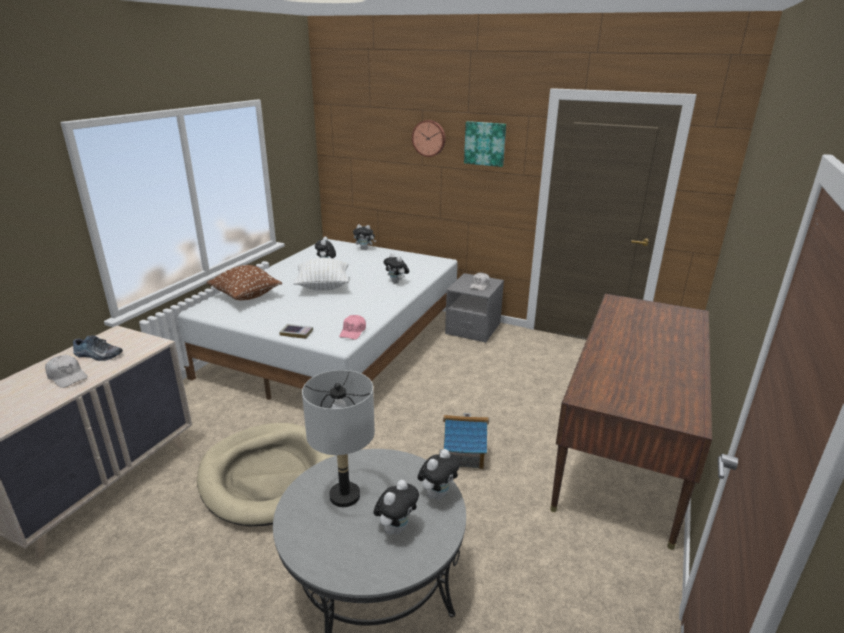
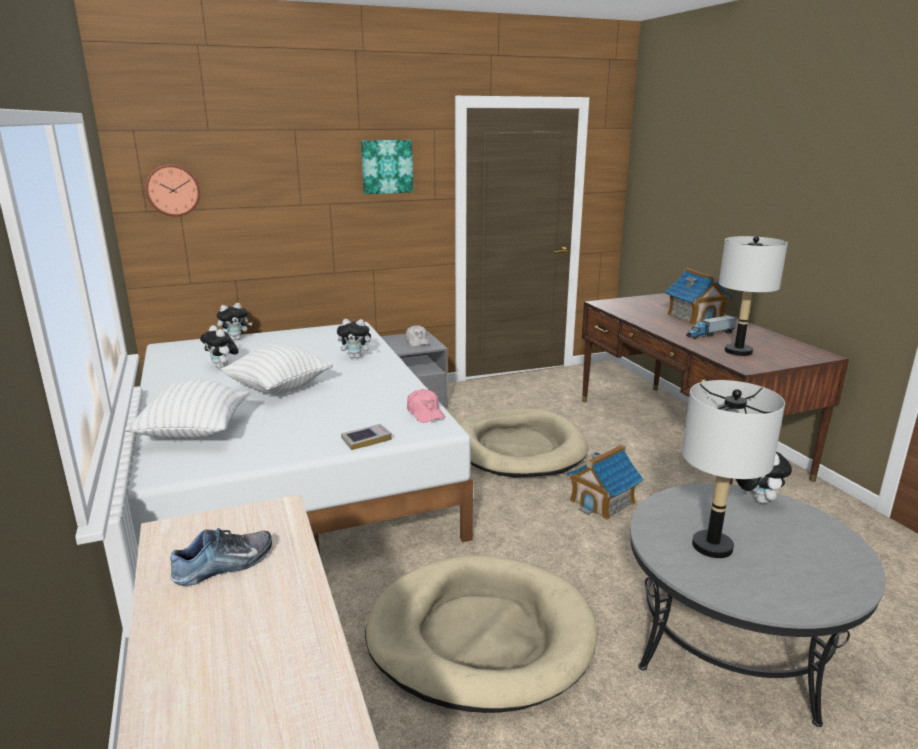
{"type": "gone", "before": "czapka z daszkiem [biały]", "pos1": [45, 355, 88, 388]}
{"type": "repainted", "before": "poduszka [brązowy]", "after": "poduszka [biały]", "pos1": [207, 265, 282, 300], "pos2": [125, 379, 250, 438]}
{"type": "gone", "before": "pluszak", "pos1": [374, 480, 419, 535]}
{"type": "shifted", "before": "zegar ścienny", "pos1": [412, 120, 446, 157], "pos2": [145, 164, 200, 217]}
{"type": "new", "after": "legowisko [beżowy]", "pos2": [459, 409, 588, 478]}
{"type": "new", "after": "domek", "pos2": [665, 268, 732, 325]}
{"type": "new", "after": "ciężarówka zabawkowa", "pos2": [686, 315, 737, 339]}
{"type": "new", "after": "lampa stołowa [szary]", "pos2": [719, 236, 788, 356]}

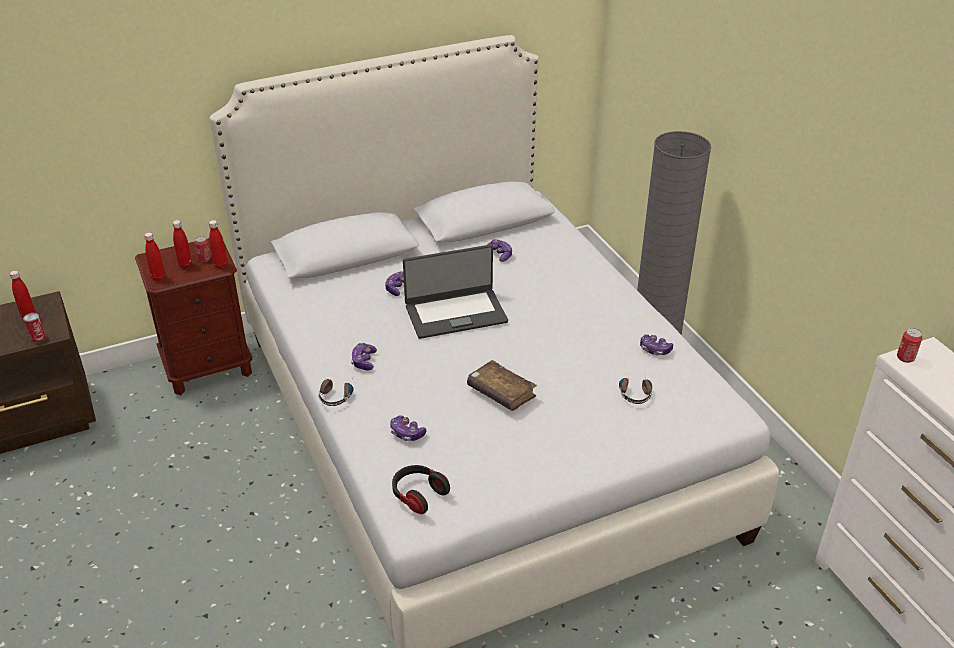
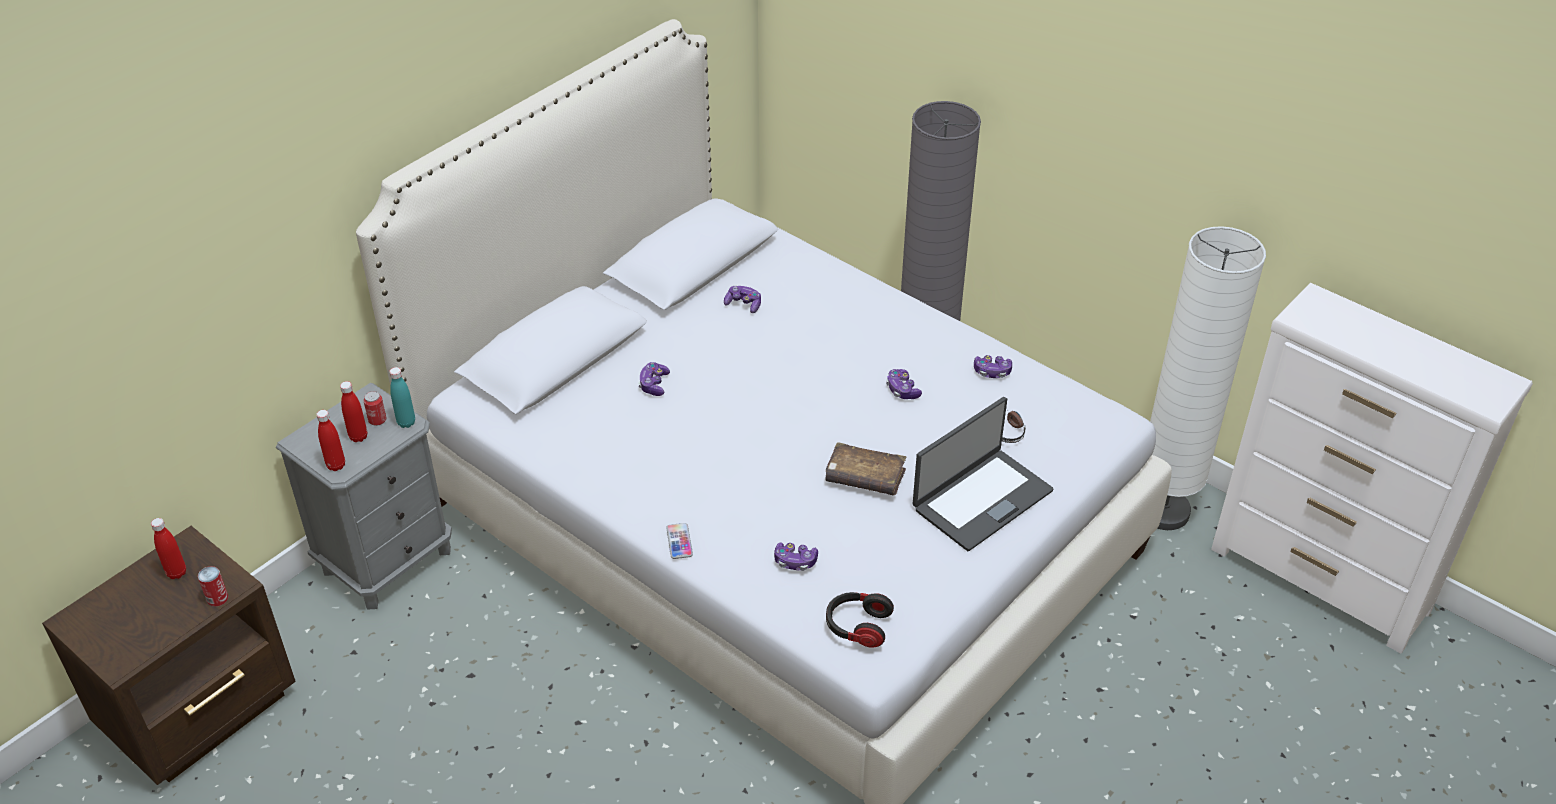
{"type": "repainted", "before": "szafka nocna [brązowy]", "after": "szafka nocna [szary]", "pos1": [135, 238, 253, 395], "pos2": [276, 383, 452, 610]}
{"type": "repainted", "before": "butelka [czerwony]", "after": "butelka [turkusowy]", "pos1": [209, 220, 227, 269], "pos2": [389, 367, 415, 428]}
{"type": "swapped", "before": "słuchawki", "after": "telefon", "pos1": [319, 379, 353, 406], "pos2": [666, 523, 693, 559]}
{"type": "shifted", "before": "pad do gier", "pos1": [351, 343, 377, 370], "pos2": [886, 369, 922, 399]}
{"type": "shifted", "before": "laptop", "pos1": [403, 245, 508, 339], "pos2": [913, 397, 1053, 551]}
{"type": "gone", "before": "puszka", "pos1": [897, 328, 923, 363]}
{"type": "new", "after": "lampa stojąca [biały]", "pos2": [1150, 226, 1266, 530]}

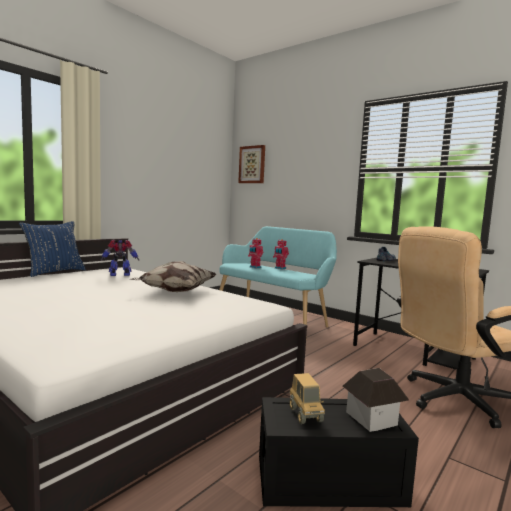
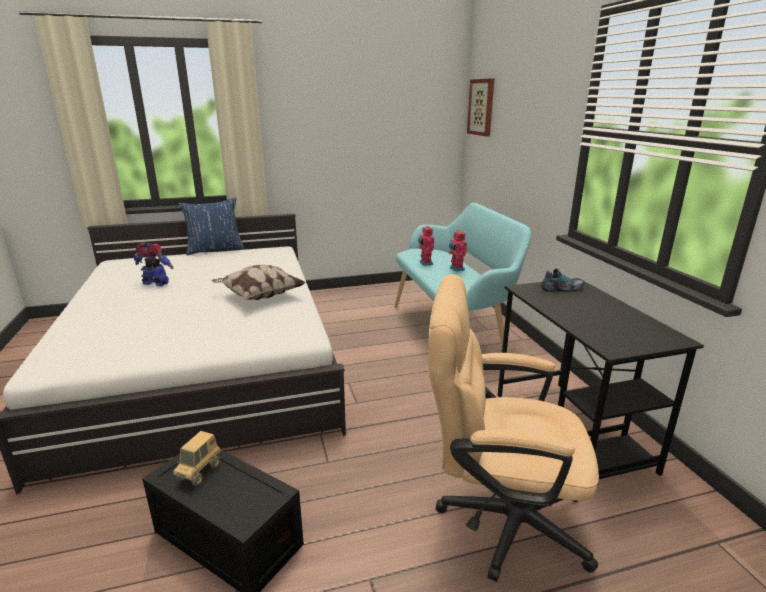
{"type": "shifted", "before": "robot zabawkowy", "pos1": [101, 240, 139, 276], "pos2": [134, 242, 174, 286]}
{"type": "gone", "before": "domek", "pos1": [343, 368, 409, 432]}

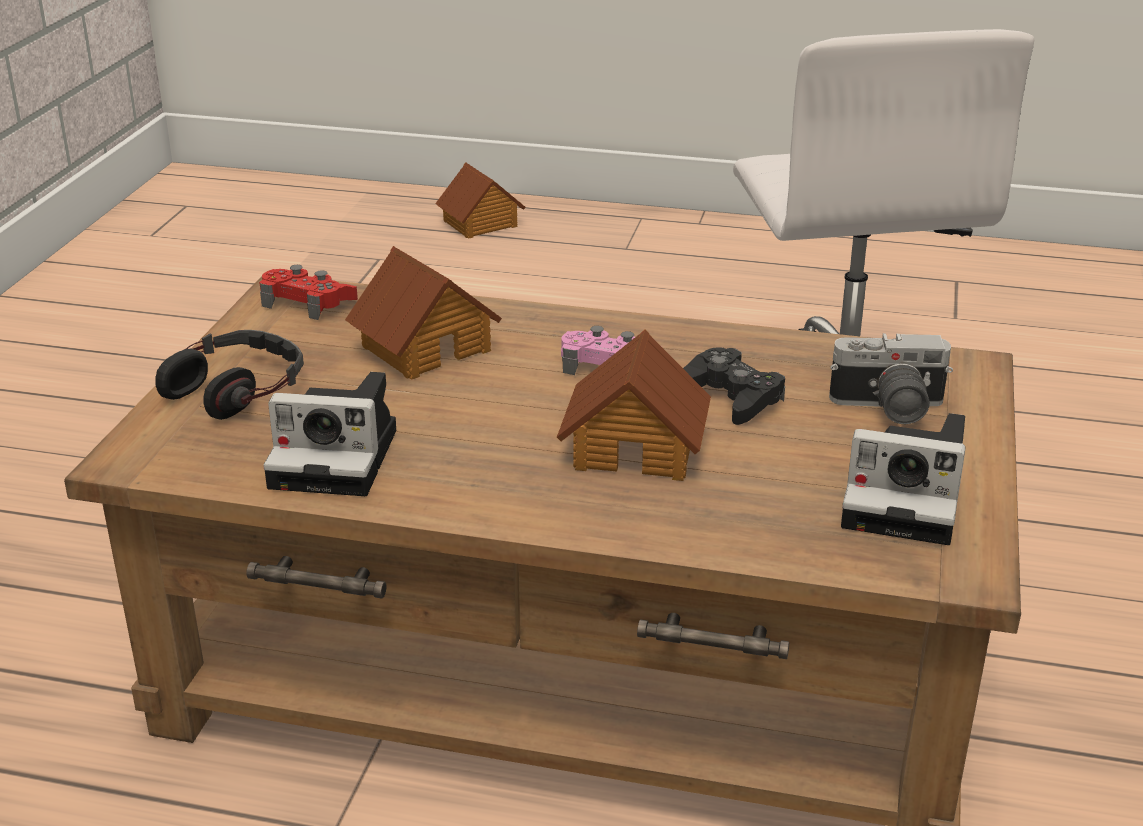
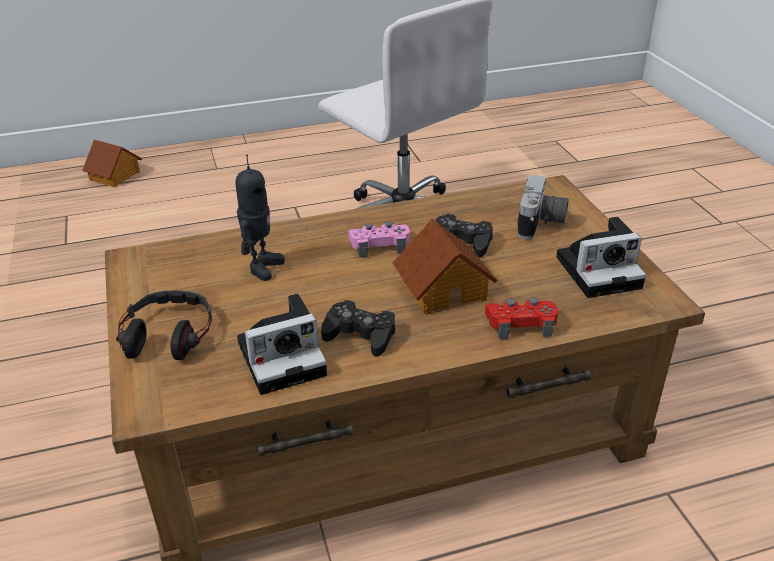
{"type": "shifted", "before": "pad do gier [czerwony]", "pos1": [259, 265, 358, 320], "pos2": [485, 298, 558, 339]}
{"type": "swapped", "before": "domek", "after": "robot zabawkowy", "pos1": [345, 246, 502, 380], "pos2": [235, 155, 285, 281]}
{"type": "rotated", "before": "aparat fotograficzny", "pos1": [829, 333, 953, 424], "pos2": [517, 175, 569, 239], "turn": -45}
{"type": "new", "after": "pad do gier [czarny]", "pos2": [321, 300, 395, 357]}

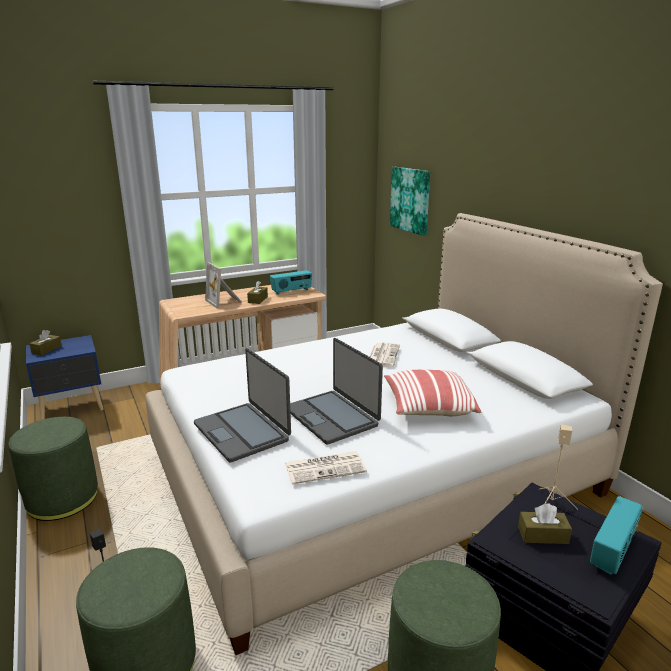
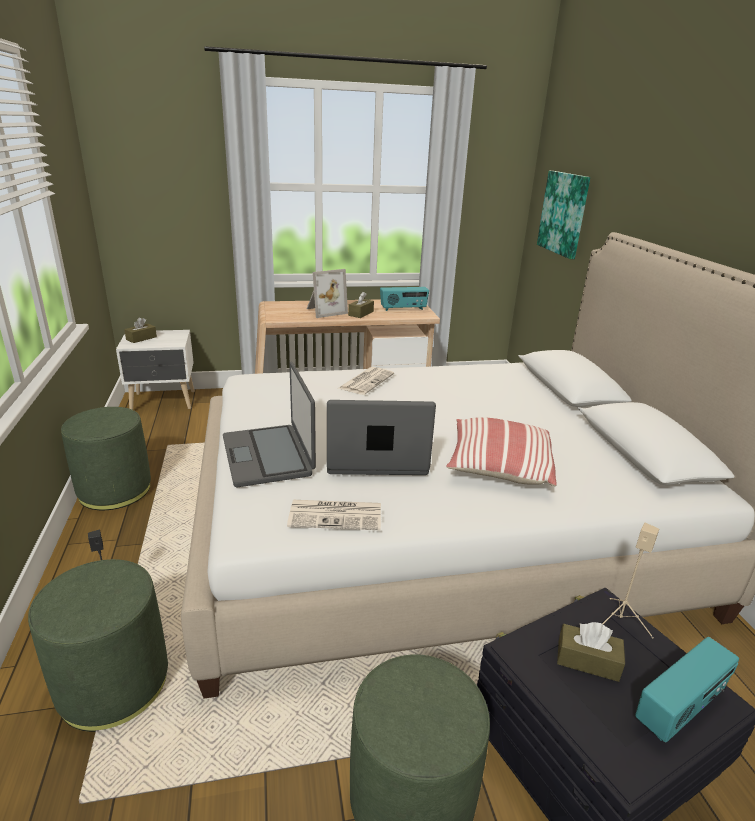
{"type": "repainted", "before": "szafka nocna [niebieski]", "after": "szafka nocna [biały]", "pos1": [26, 335, 104, 420], "pos2": [116, 330, 195, 410]}
{"type": "rotated", "before": "ramka na zdjęcie", "pos1": [205, 262, 242, 308], "pos2": [307, 269, 348, 318], "turn": -105}
{"type": "rotated", "before": "laptop", "pos1": [290, 338, 383, 445], "pos2": [327, 400, 436, 475], "turn": 105}
{"type": "shifted", "before": "gazeta", "pos1": [369, 343, 400, 367], "pos2": [339, 367, 394, 395]}

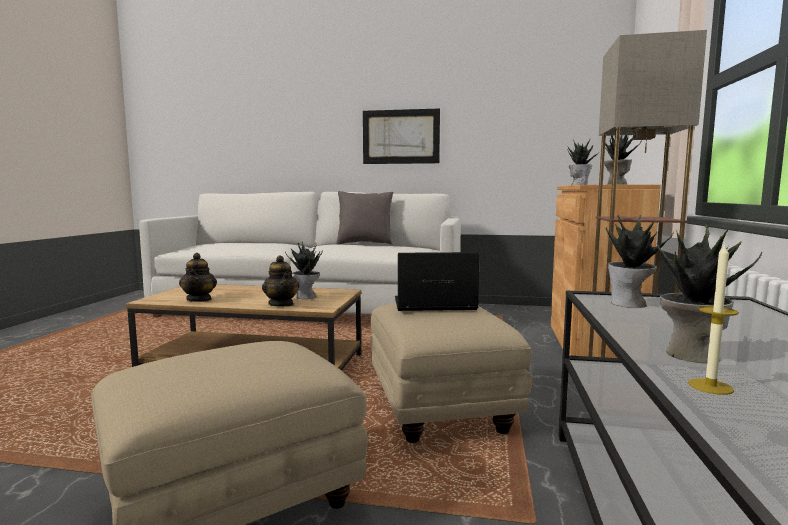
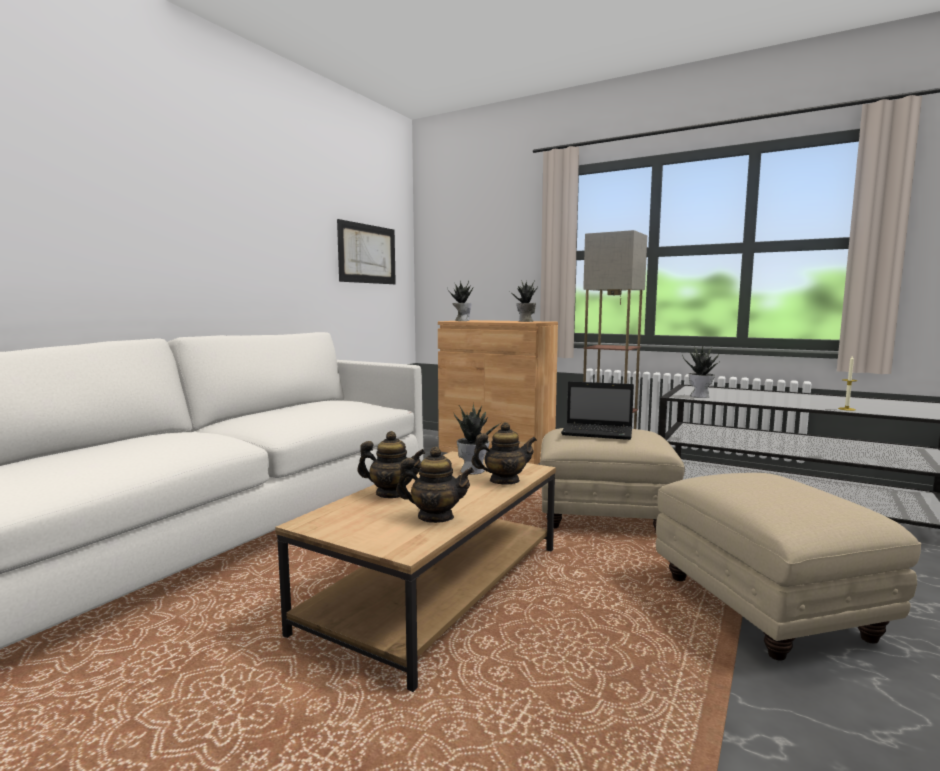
{"type": "gone", "before": "poduszka [szary]", "pos1": [336, 191, 394, 245]}
{"type": "shifted", "before": "obraz", "pos1": [363, 108, 440, 164], "pos2": [337, 219, 396, 284]}
{"type": "rotated", "before": "laptop", "pos1": [395, 252, 480, 311], "pos2": [561, 381, 634, 440], "turn": -90}
{"type": "gone", "before": "roślina doniczkowa", "pos1": [656, 224, 762, 363]}
{"type": "new", "after": "imbryk", "pos2": [357, 431, 425, 498]}

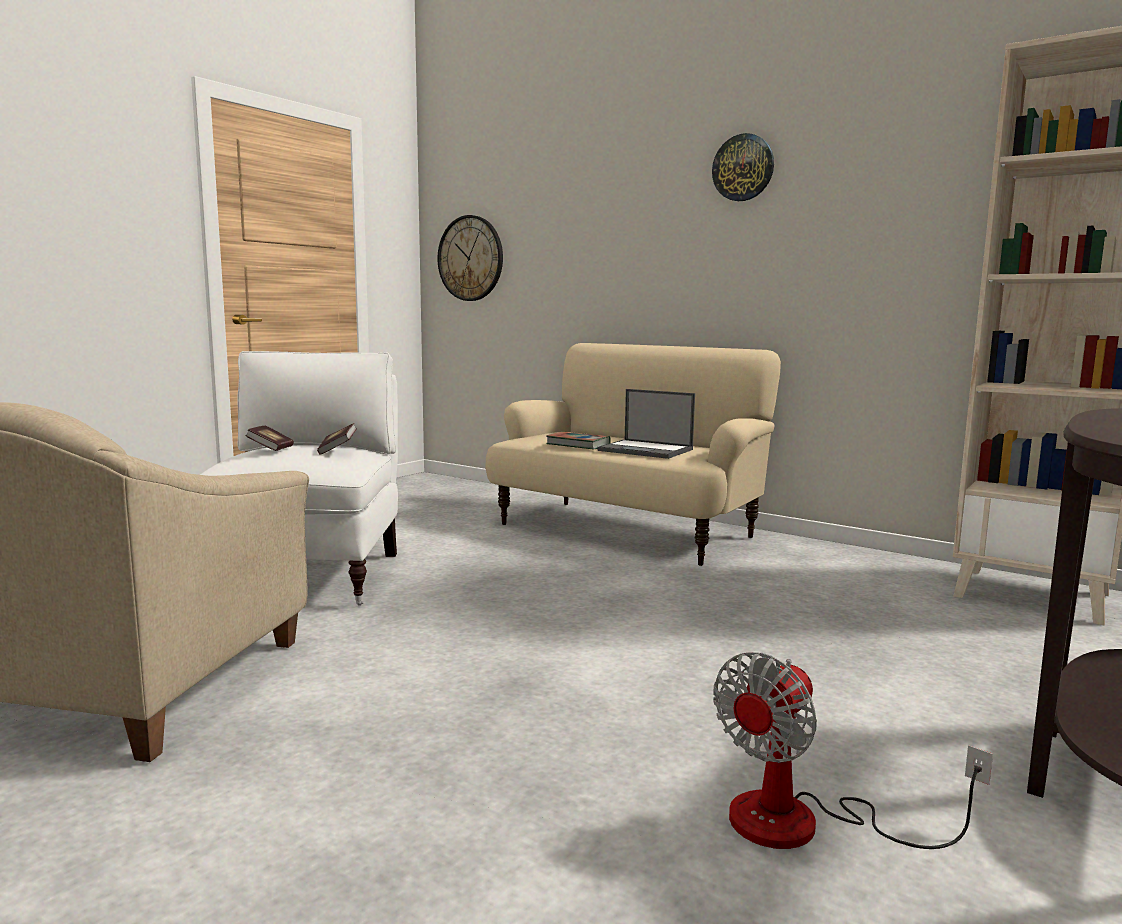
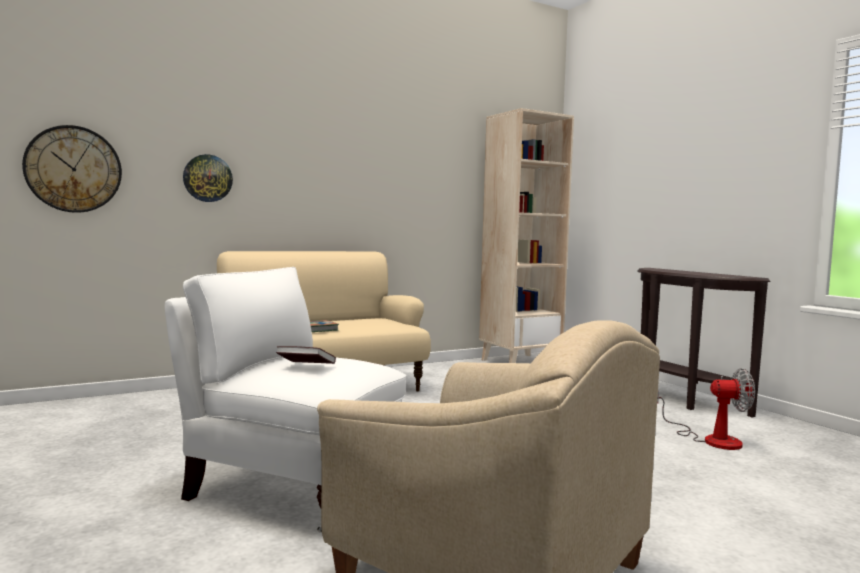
{"type": "gone", "before": "książka", "pos1": [317, 423, 357, 455]}
{"type": "gone", "before": "laptop", "pos1": [597, 389, 695, 459]}
{"type": "shifted", "before": "zegar ścienny", "pos1": [712, 133, 774, 201], "pos2": [183, 154, 233, 202]}
{"type": "rotated", "before": "wentylator", "pos1": [713, 652, 993, 849], "pos2": [657, 368, 755, 450], "turn": -60}

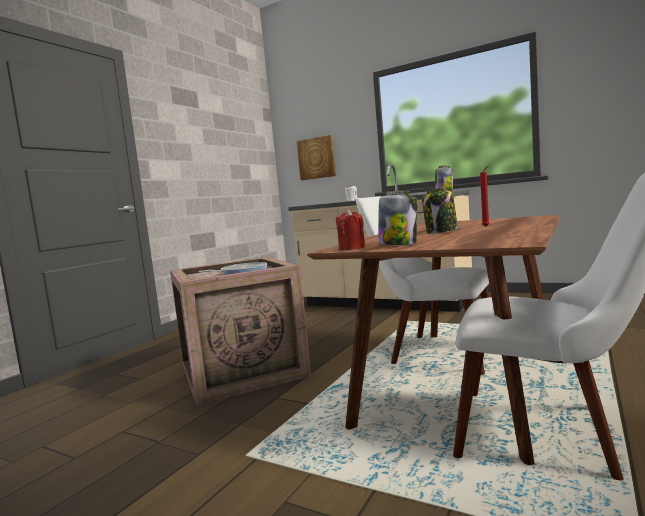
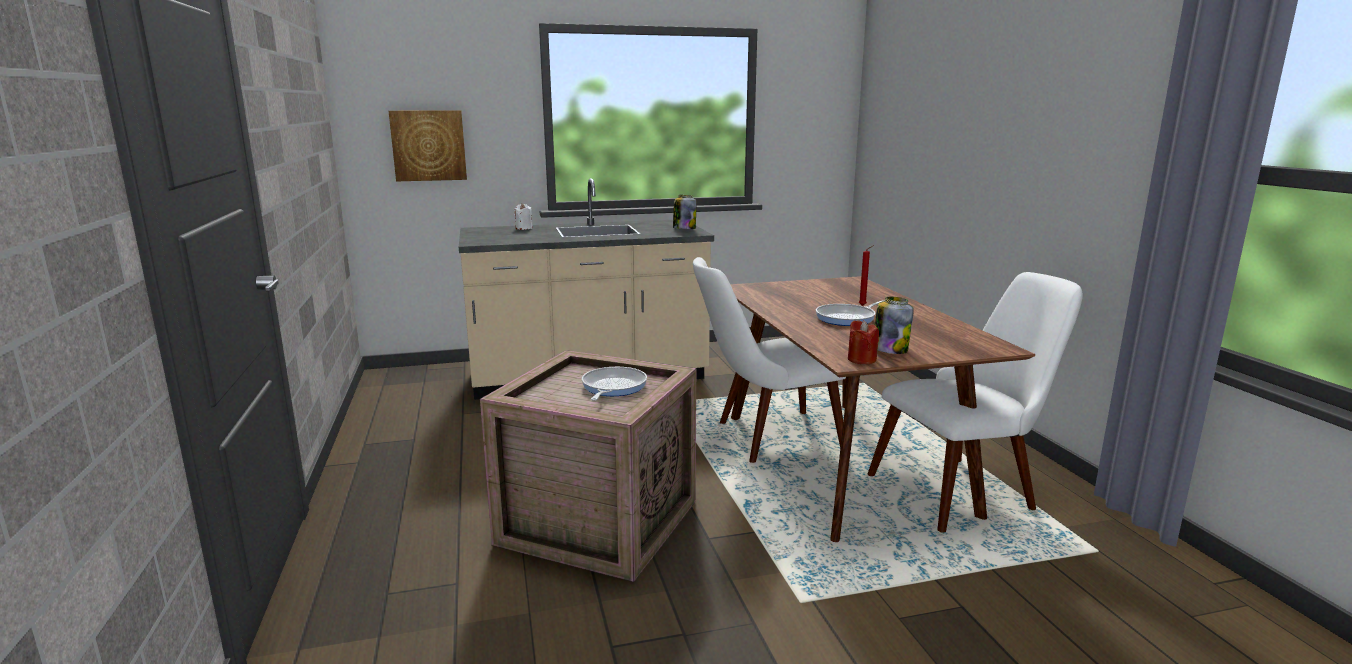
{"type": "swapped", "before": "słoik", "after": "patelnia", "pos1": [422, 187, 458, 234], "pos2": [816, 300, 885, 326]}

